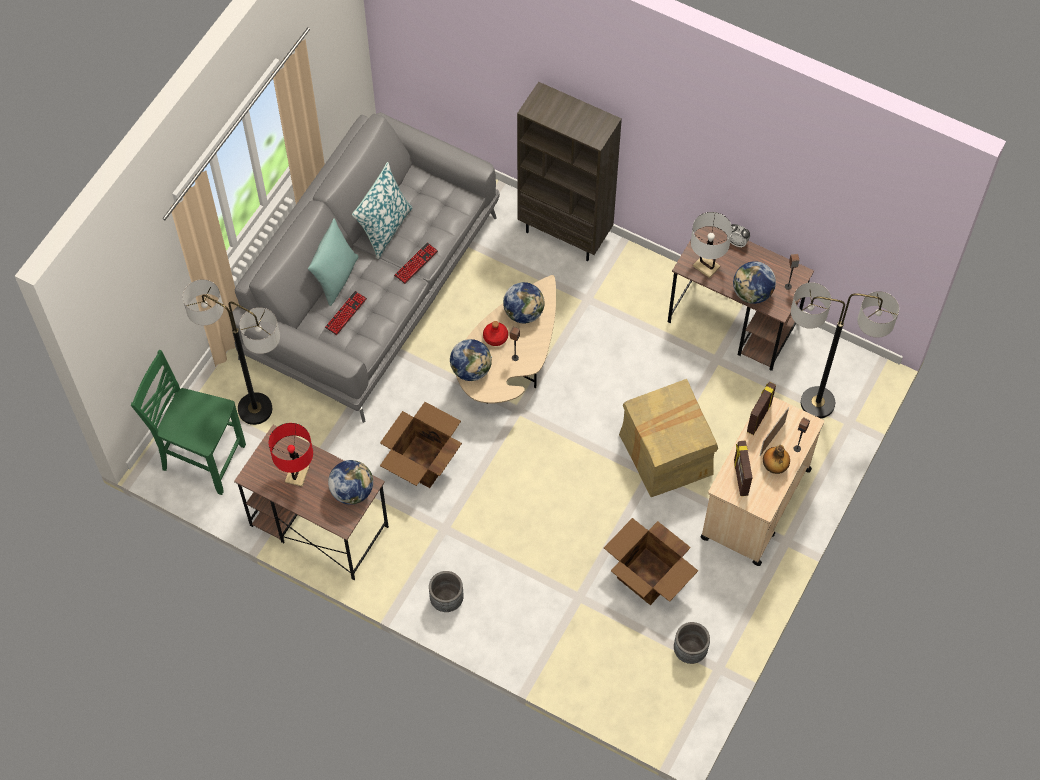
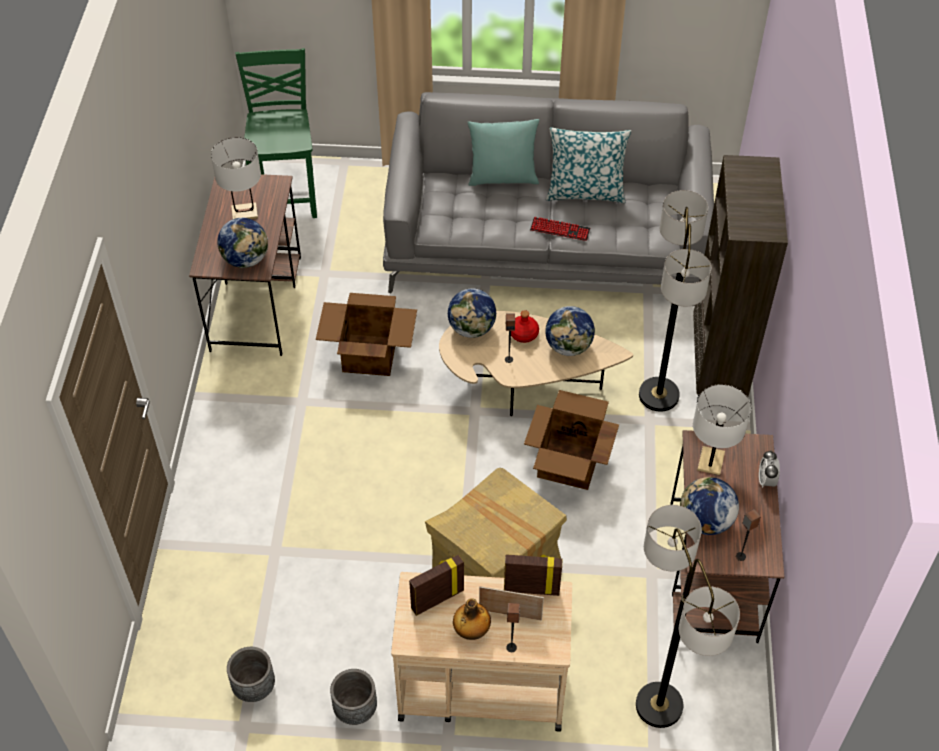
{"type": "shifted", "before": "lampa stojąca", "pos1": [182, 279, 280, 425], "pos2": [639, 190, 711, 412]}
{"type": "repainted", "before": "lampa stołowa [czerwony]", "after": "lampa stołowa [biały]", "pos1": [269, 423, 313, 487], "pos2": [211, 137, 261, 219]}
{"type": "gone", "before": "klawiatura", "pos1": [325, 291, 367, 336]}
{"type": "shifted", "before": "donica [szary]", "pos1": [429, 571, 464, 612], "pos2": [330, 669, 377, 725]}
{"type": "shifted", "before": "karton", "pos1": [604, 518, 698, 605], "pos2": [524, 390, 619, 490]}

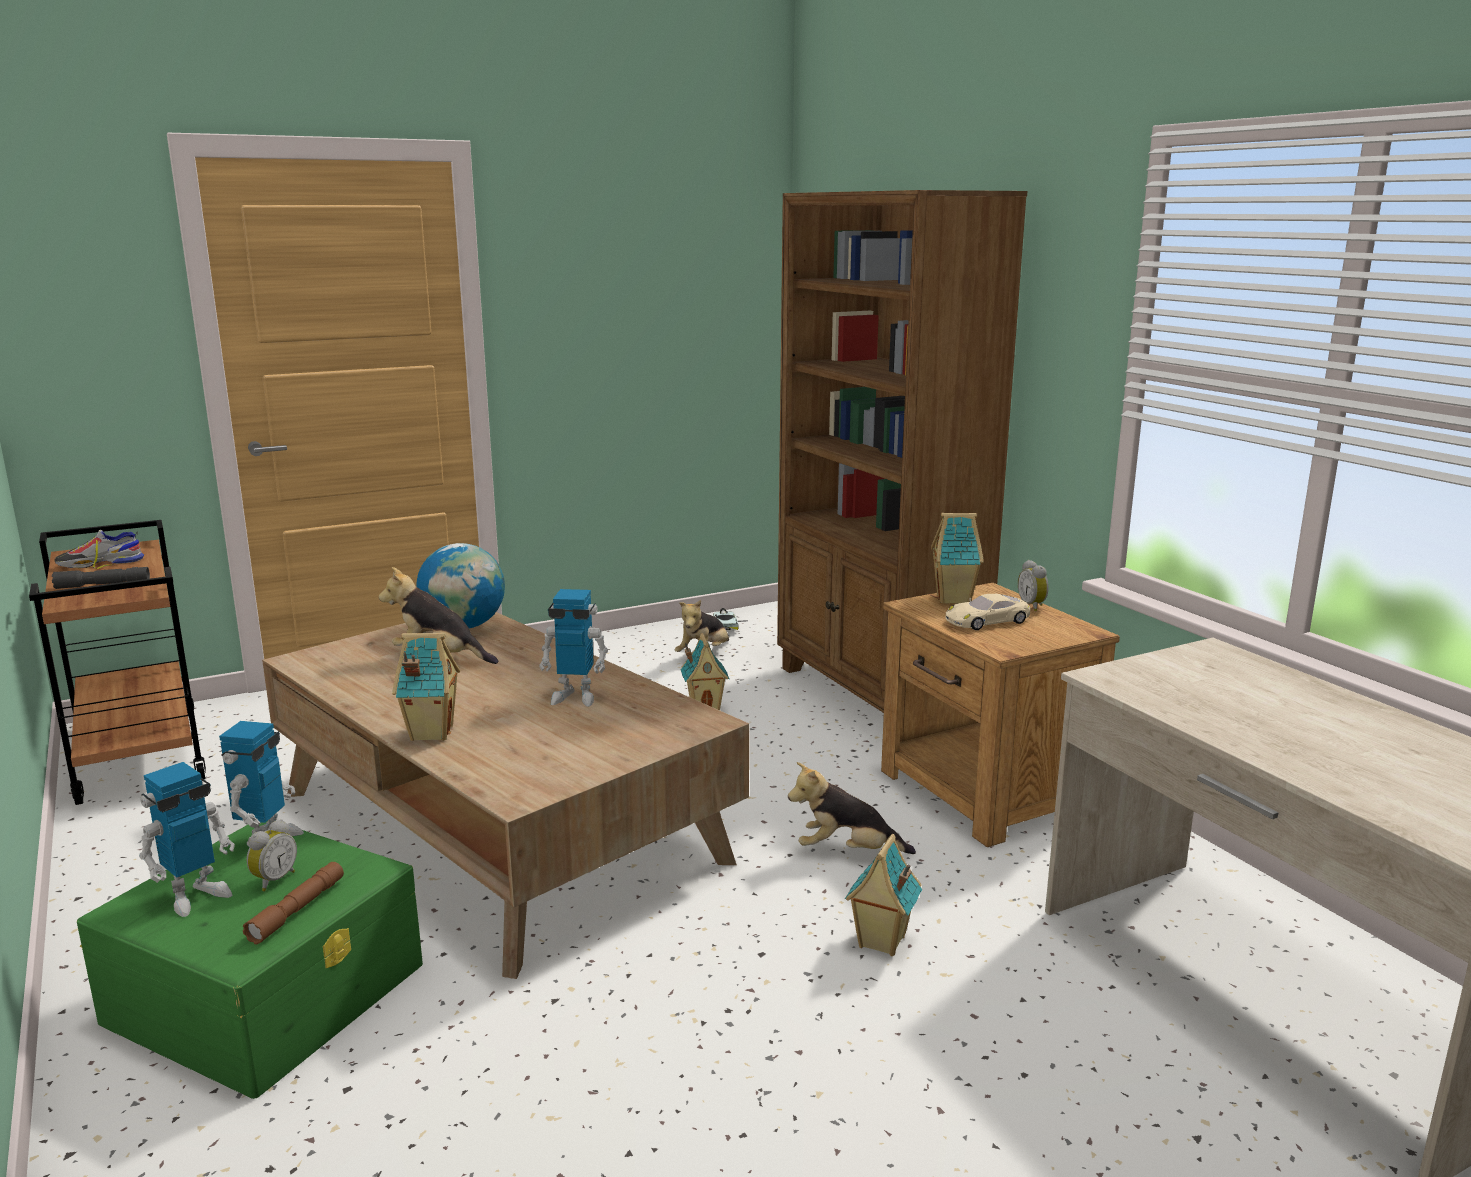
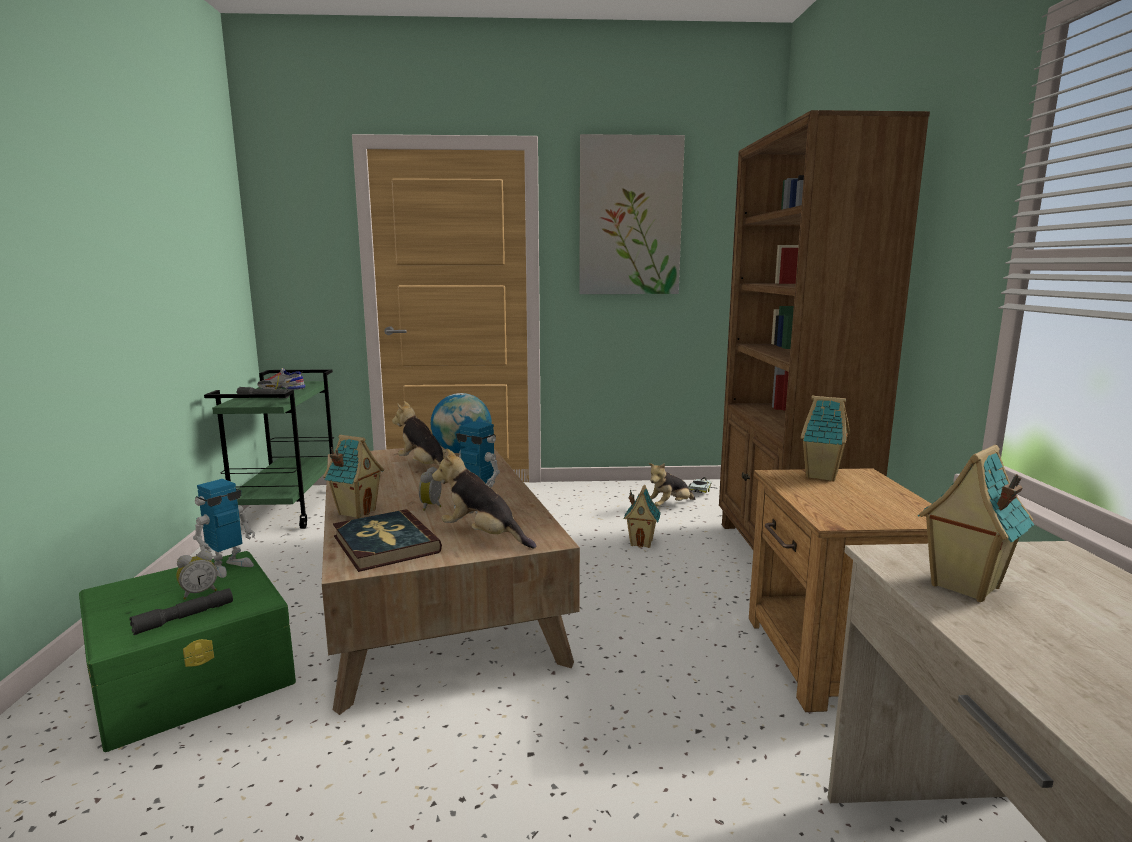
{"type": "repainted", "before": "wózek [brązowy]", "after": "wózek [zielony]", "pos1": [29, 520, 206, 805], "pos2": [204, 369, 334, 529]}
{"type": "gone", "before": "robot zabawkowy", "pos1": [139, 762, 235, 917]}
{"type": "repainted", "before": "latarka [brązowy]", "after": "latarka [szary]", "pos1": [243, 862, 344, 944], "pos2": [129, 588, 233, 635]}
{"type": "shifted", "before": "pluszak", "pos1": [788, 762, 916, 854], "pos2": [432, 449, 536, 549]}
{"type": "shifted", "before": "domek", "pos1": [845, 834, 922, 956], "pos2": [918, 445, 1034, 602]}
{"type": "gone", "before": "samochodzik [beżowy]", "pos1": [946, 594, 1030, 630]}
{"type": "shifted", "before": "budzik", "pos1": [1018, 560, 1049, 611], "pos2": [419, 467, 441, 511]}
{"type": "new", "after": "książka", "pos2": [333, 509, 442, 572]}
{"type": "new", "after": "obraz", "pos2": [579, 134, 685, 294]}

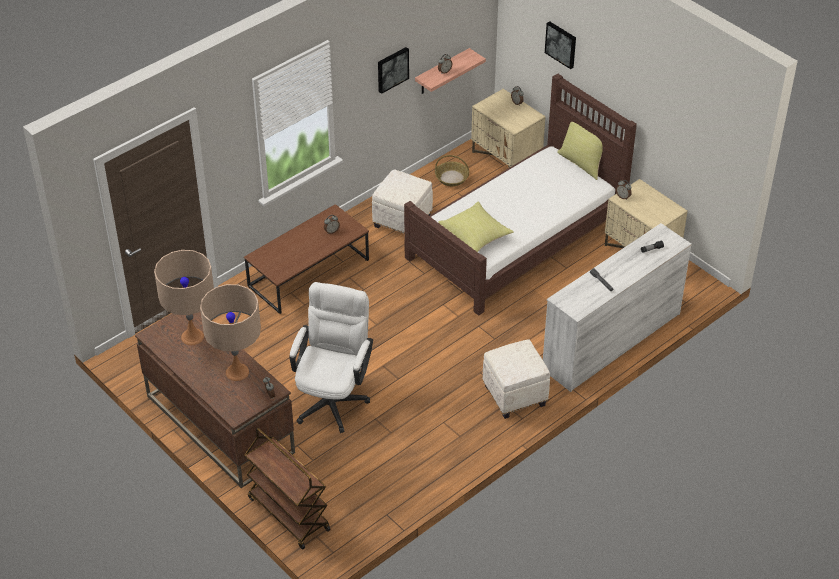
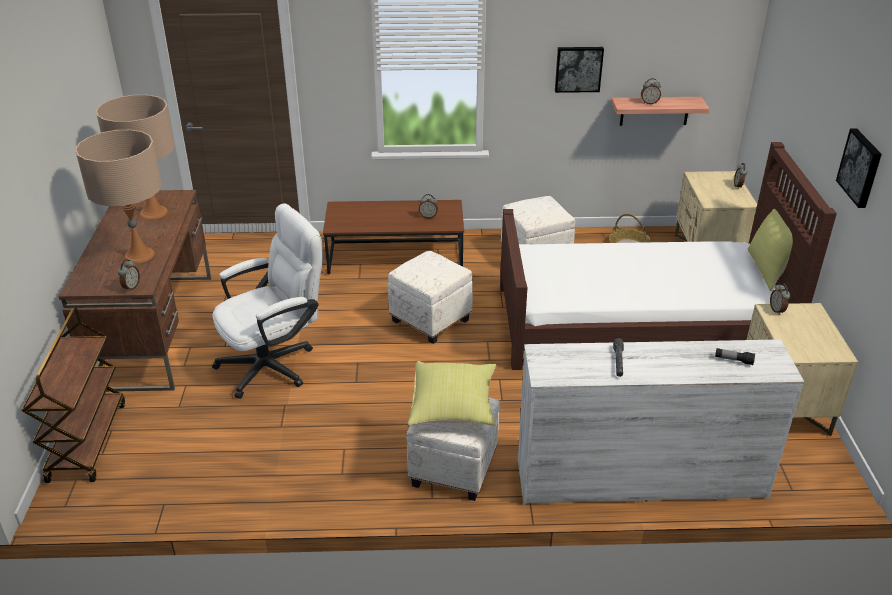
{"type": "shifted", "before": "poduszka [żółty]", "pos1": [438, 201, 514, 252], "pos2": [408, 361, 496, 426]}
{"type": "shifted", "before": "obraz", "pos1": [545, 21, 576, 69], "pos2": [836, 128, 882, 208]}
{"type": "new", "after": "pufa [biały]", "pos2": [388, 251, 473, 344]}

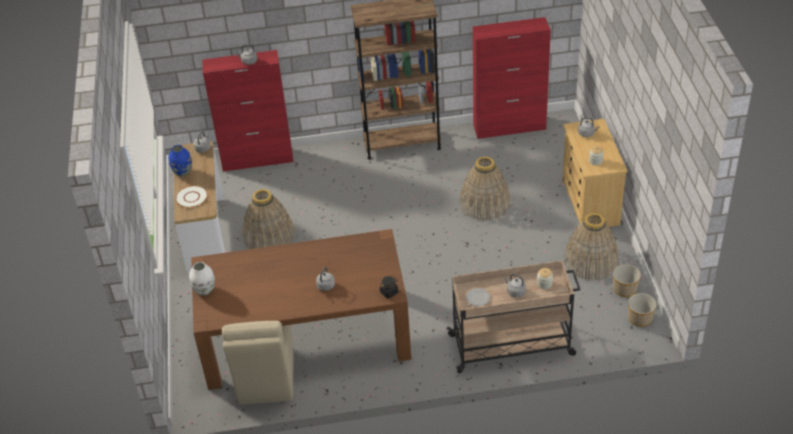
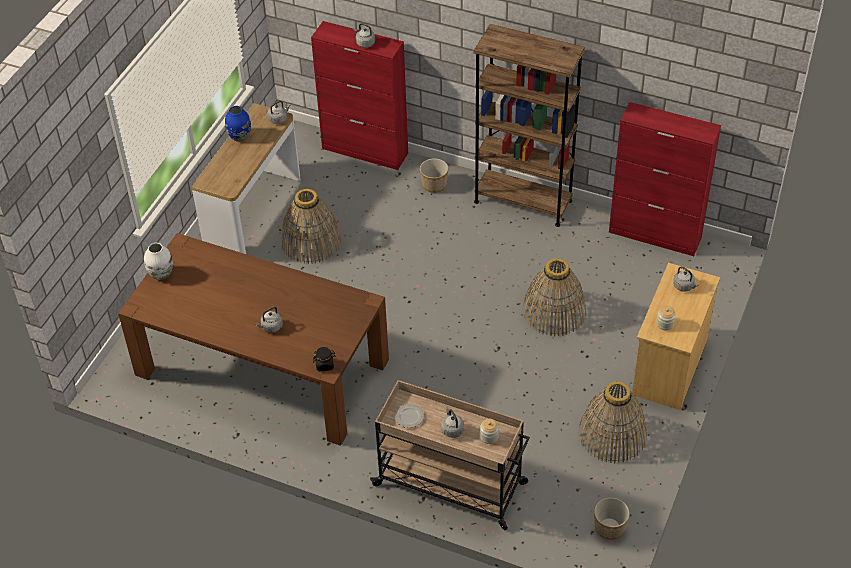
{"type": "gone", "before": "talerz [biały]", "pos1": [176, 186, 208, 208]}
{"type": "gone", "before": "krzesło [beżowy]", "pos1": [222, 321, 293, 405]}
{"type": "shifted", "before": "donica", "pos1": [613, 264, 641, 297], "pos2": [420, 158, 448, 193]}

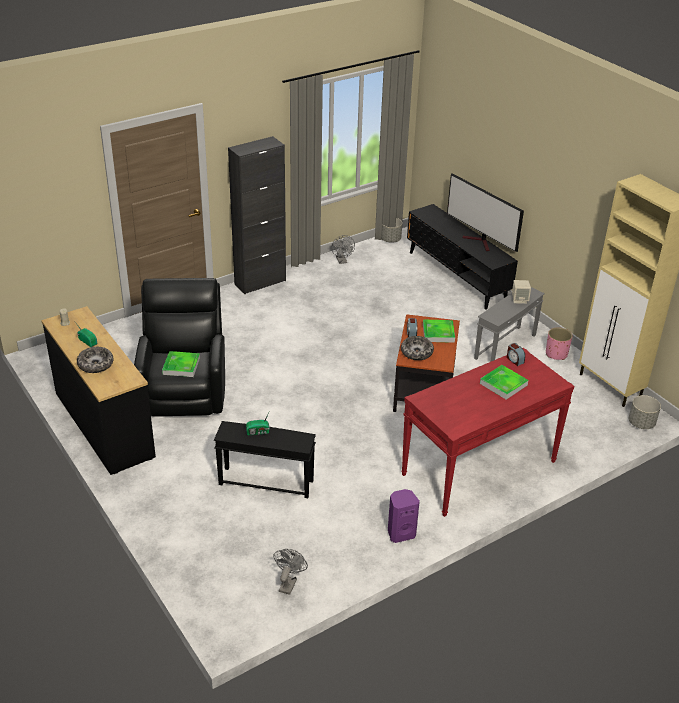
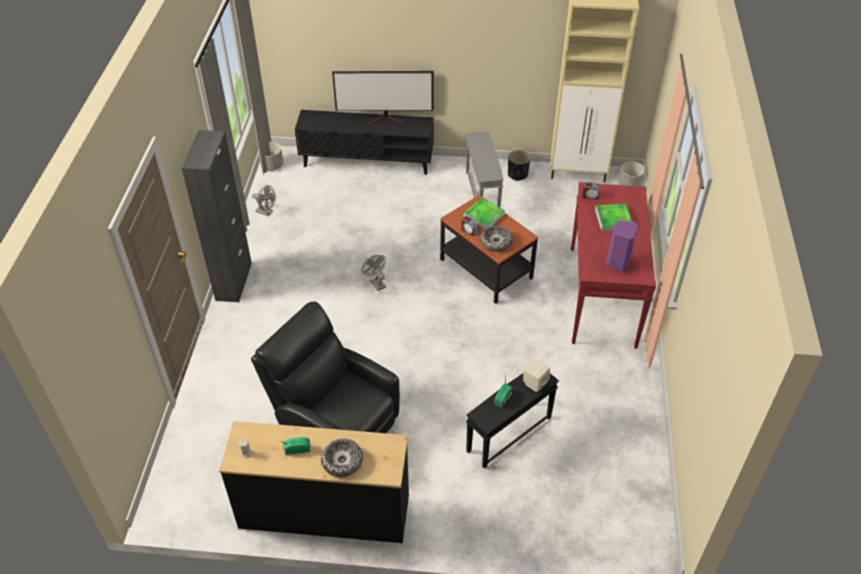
{"type": "gone", "before": "taca", "pos1": [162, 351, 200, 377]}
{"type": "shifted", "before": "wentylator [szary]", "pos1": [274, 549, 308, 595], "pos2": [361, 255, 386, 291]}
{"type": "shifted", "before": "głośnik [fioletowy]", "pos1": [388, 489, 420, 543], "pos2": [606, 220, 638, 272]}
{"type": "shifted", "before": "głośnik [beżowy]", "pos1": [512, 280, 531, 304], "pos2": [523, 359, 550, 392]}
{"type": "repainted", "before": "donica [różowy]", "after": "donica [czarny]", "pos1": [546, 327, 572, 360], "pos2": [508, 150, 531, 181]}

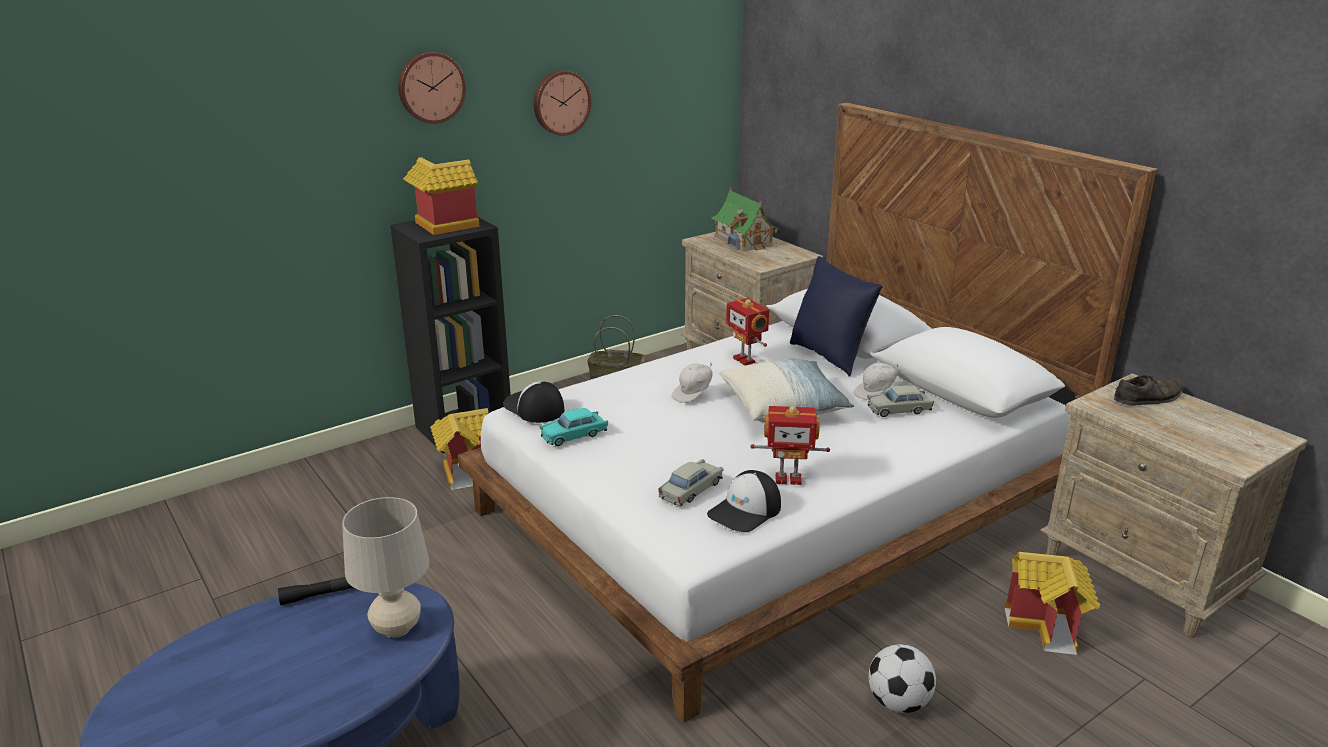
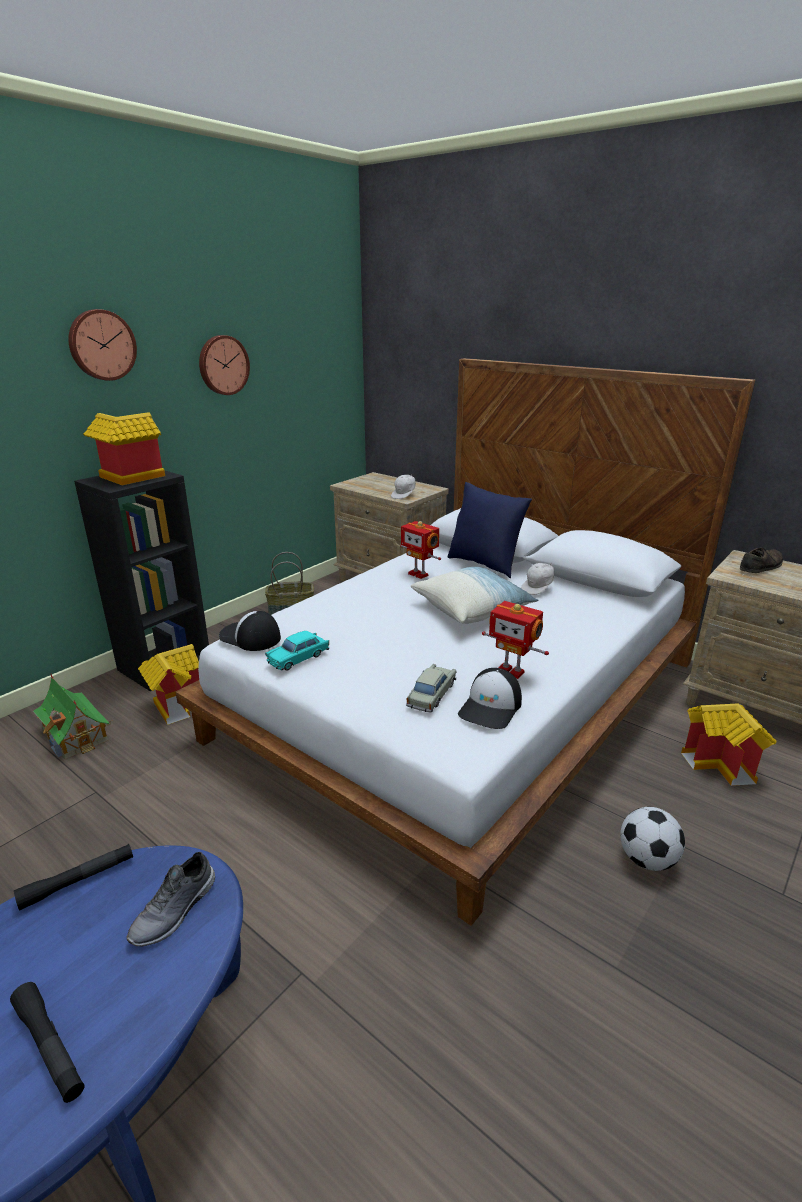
{"type": "swapped", "before": "lampa stołowa [beżowy]", "after": "but [szary]", "pos1": [342, 497, 429, 638], "pos2": [126, 852, 215, 946]}
{"type": "shifted", "before": "czapka z daszkiem [biały]", "pos1": [672, 363, 713, 403], "pos2": [391, 475, 416, 499]}
{"type": "shifted", "before": "domek", "pos1": [711, 187, 779, 251], "pos2": [33, 674, 112, 759]}
{"type": "rotated", "before": "robot zabawkowy", "pos1": [750, 406, 830, 485], "pos2": [482, 601, 549, 679], "turn": 45}
{"type": "gone", "before": "samochodzik [beżowy]", "pos1": [867, 385, 934, 417]}
{"type": "new", "after": "latarka [czarny]", "pos2": [10, 982, 85, 1103]}

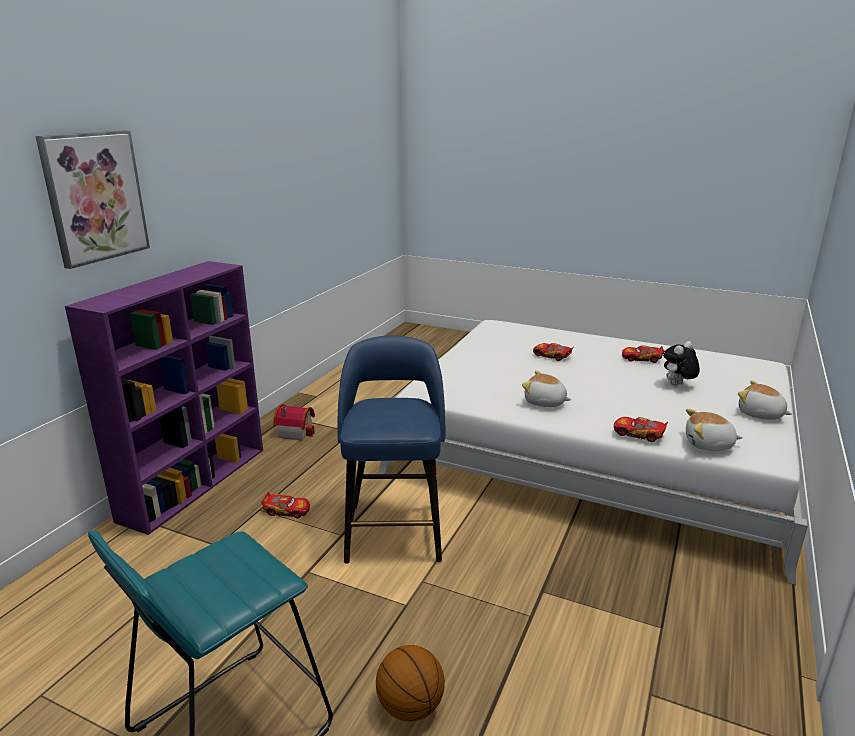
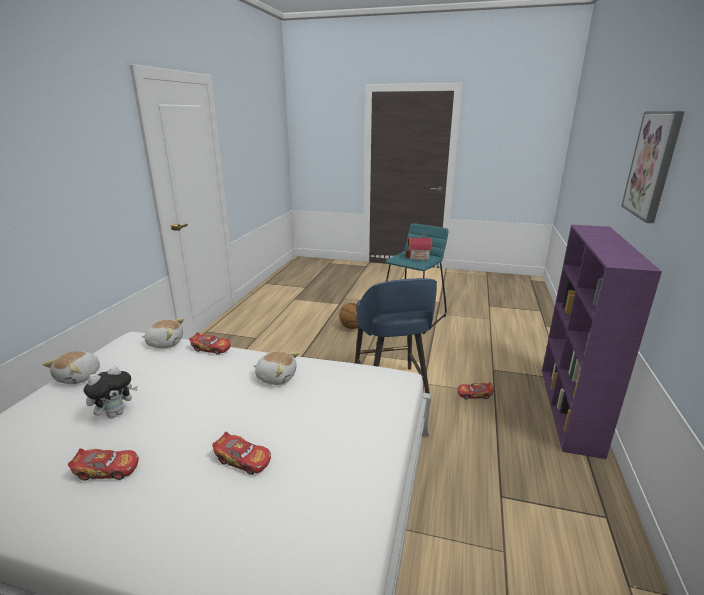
{"type": "shifted", "before": "domek", "pos1": [273, 404, 315, 441], "pos2": [406, 234, 432, 262]}
{"type": "rotated", "before": "pluszak", "pos1": [738, 380, 792, 420], "pos2": [42, 351, 100, 384], "turn": 75}

